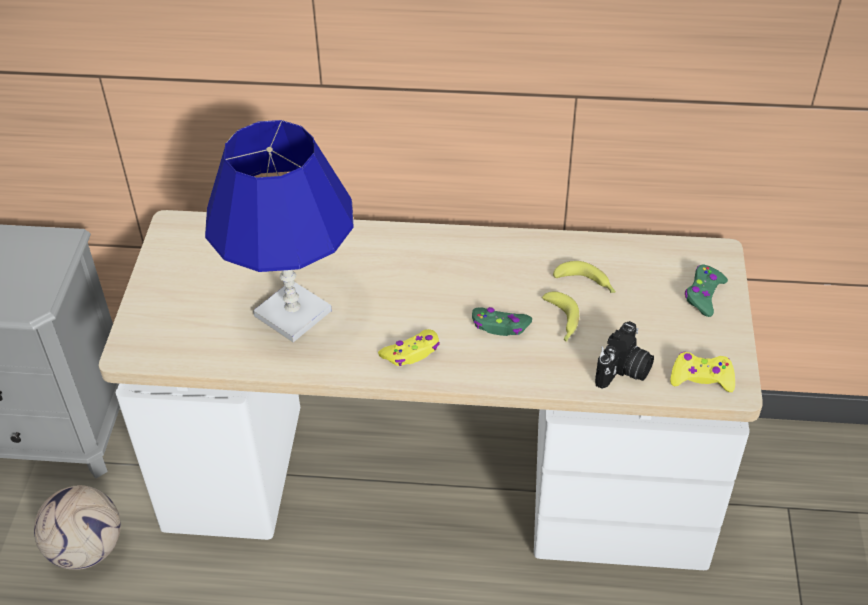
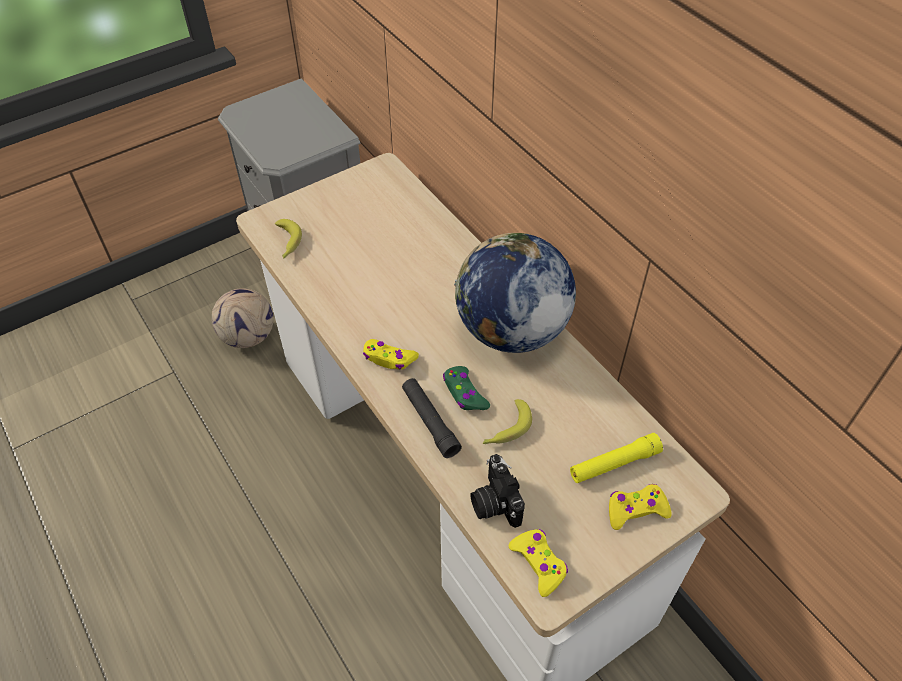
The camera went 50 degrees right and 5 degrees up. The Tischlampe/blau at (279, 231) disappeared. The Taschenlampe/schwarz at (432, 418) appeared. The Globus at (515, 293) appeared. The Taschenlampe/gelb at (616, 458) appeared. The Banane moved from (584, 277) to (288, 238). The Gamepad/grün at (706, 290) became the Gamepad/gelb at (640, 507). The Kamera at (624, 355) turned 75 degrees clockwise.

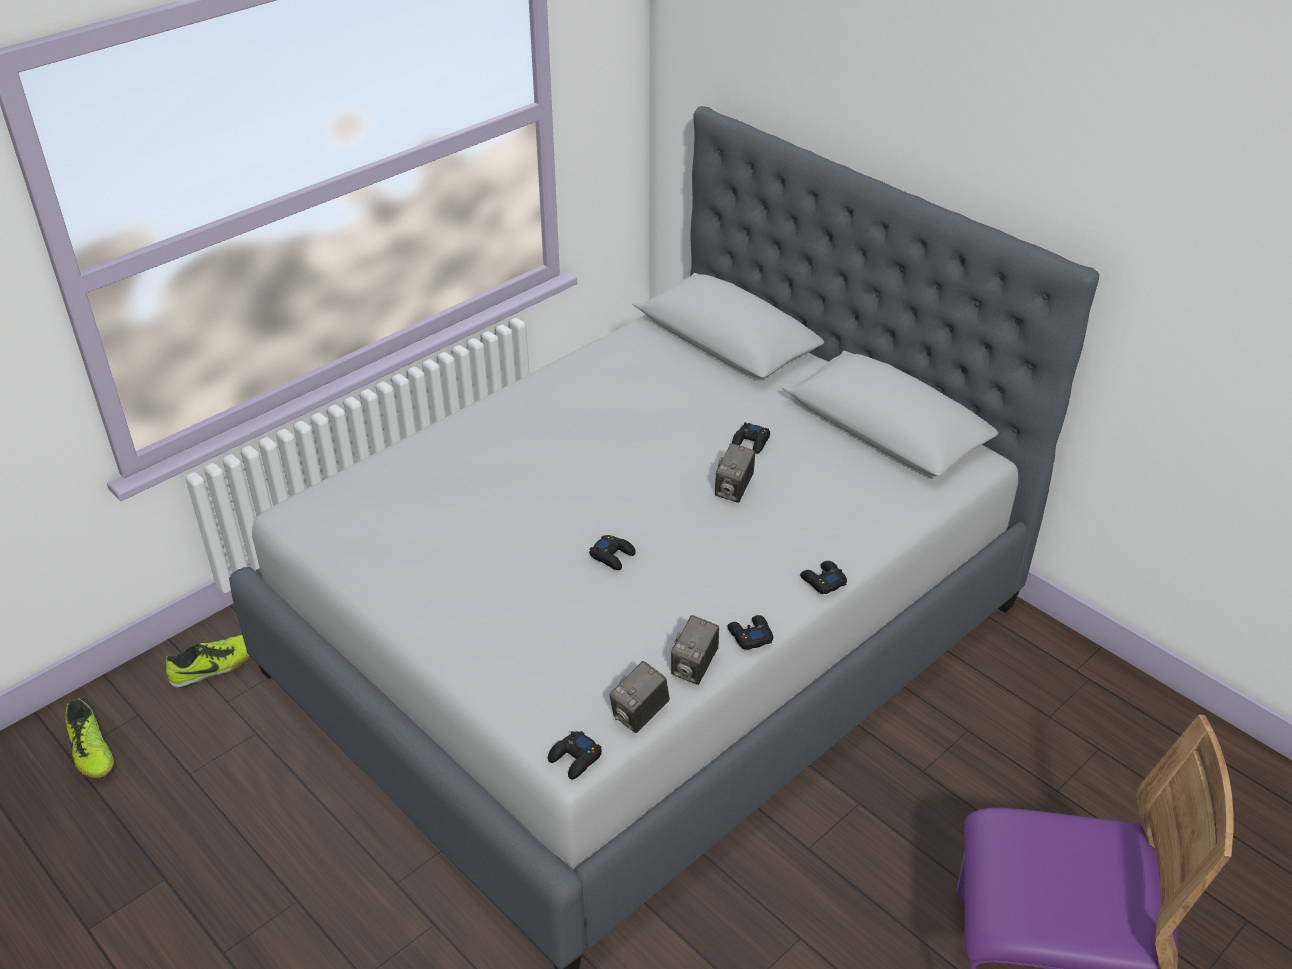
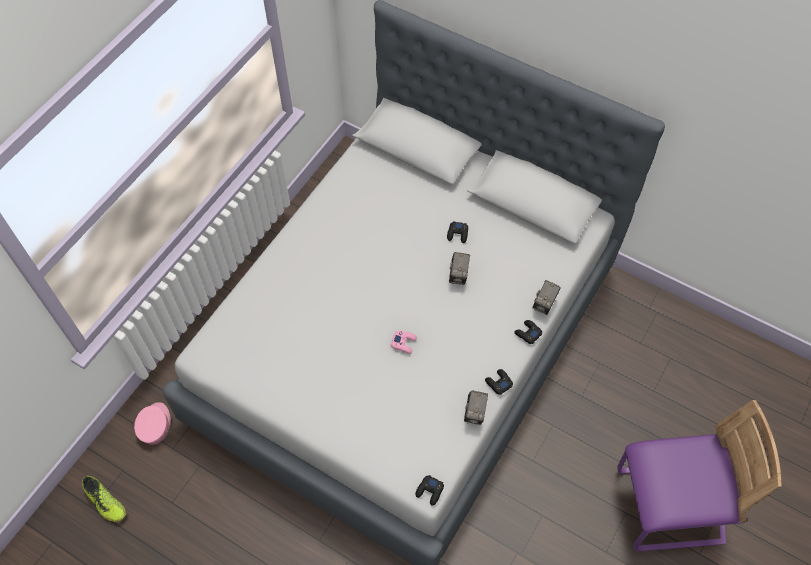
The camera went 15 degrees left and 20 degrees up. The Kamera moved from (640, 697) to (546, 297). The Schuh at (208, 661) was replaced by the Kappe/rosa at (152, 423). The Gamepad/schwarz at (612, 552) became the Gamepad/rosa at (404, 342).

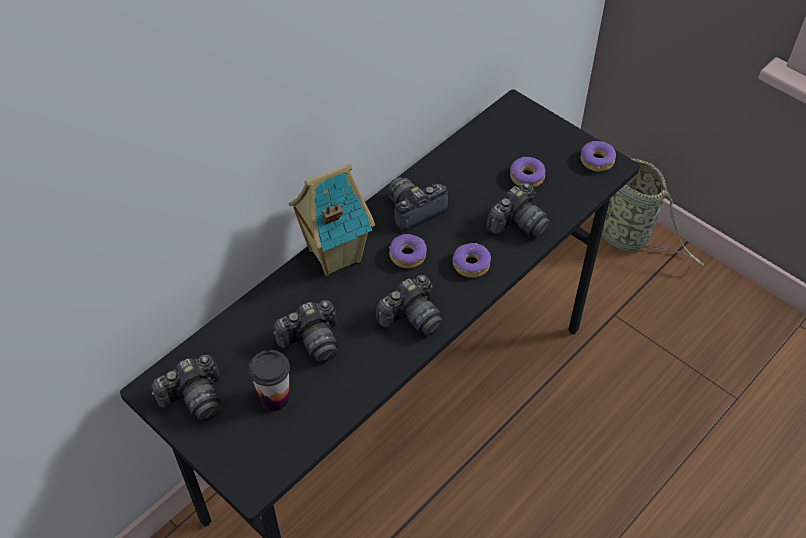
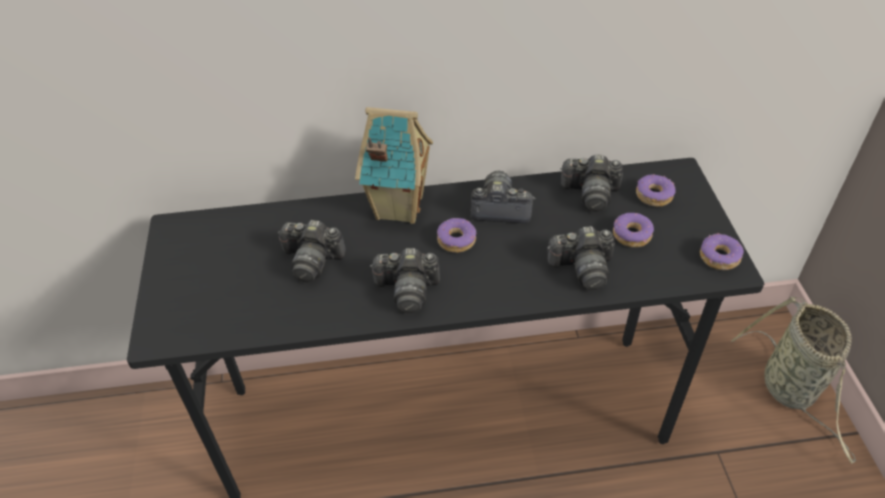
The camera went 40 degrees right and 5 degrees down. The Tasse at (269, 380) disappeared. The Kamera moved from (186, 388) to (591, 183). The Donut moved from (471, 260) to (656, 190).

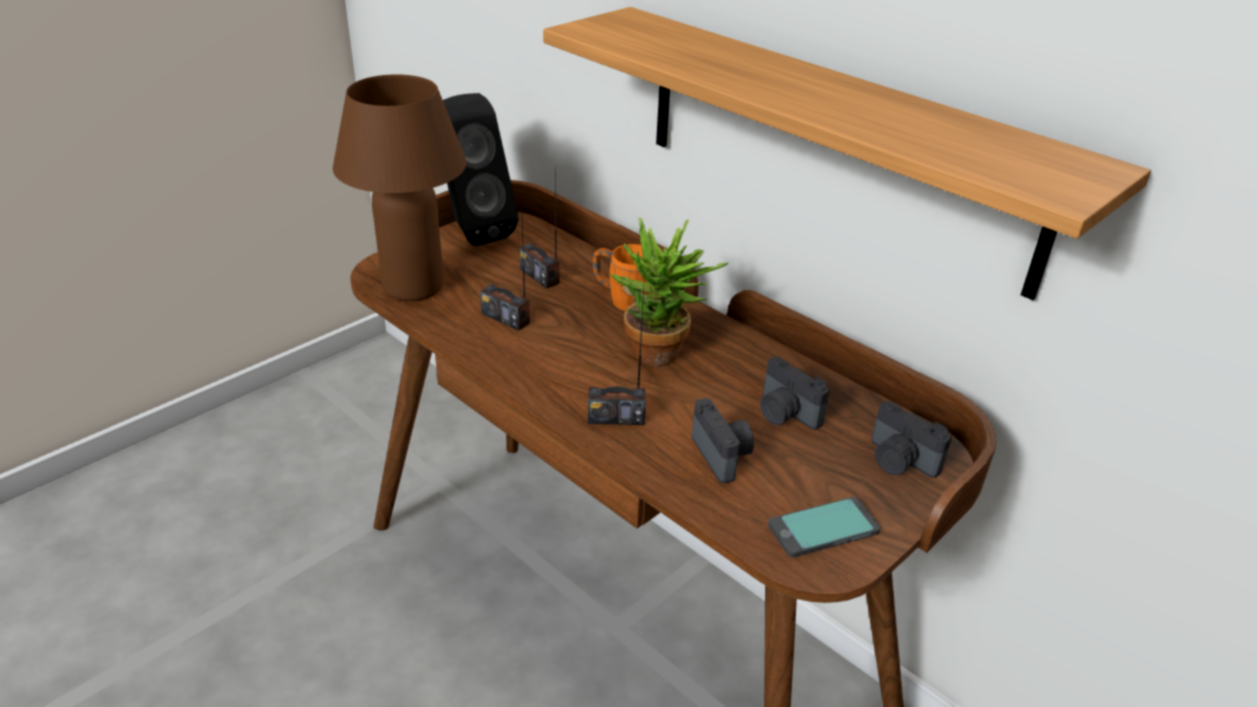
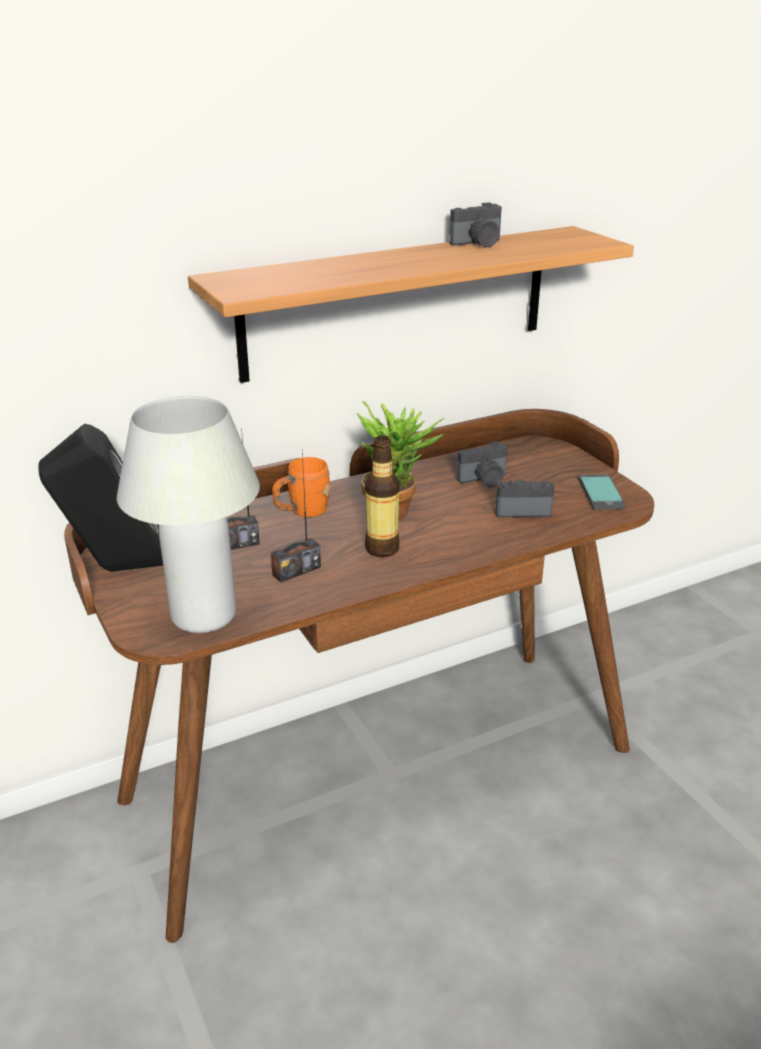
The camera went 70 degrees left and 5 degrees down. The Radio at (617, 355) disappeared. The Flasche at (382, 496) appeared. The Kamera moved from (911, 439) to (475, 224). The Tischlampe/braun at (400, 187) became the Tischlampe/weiß at (188, 514).

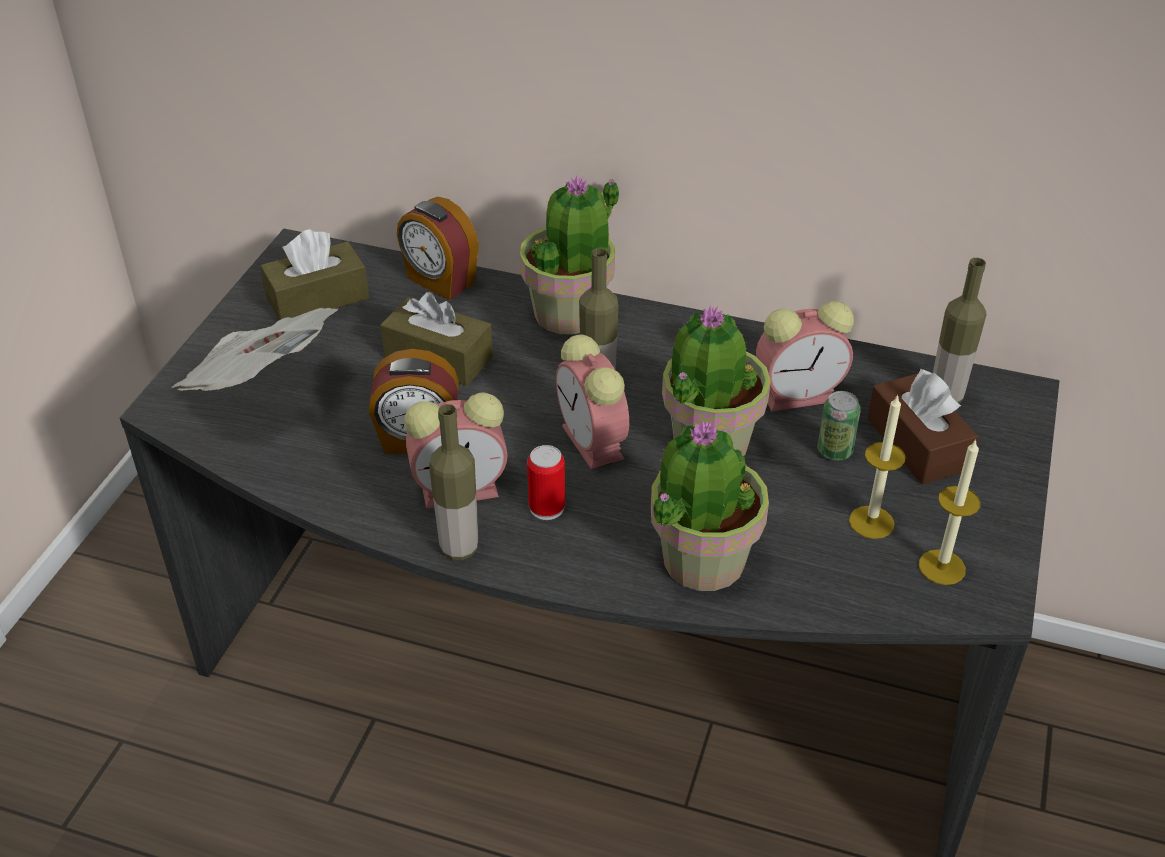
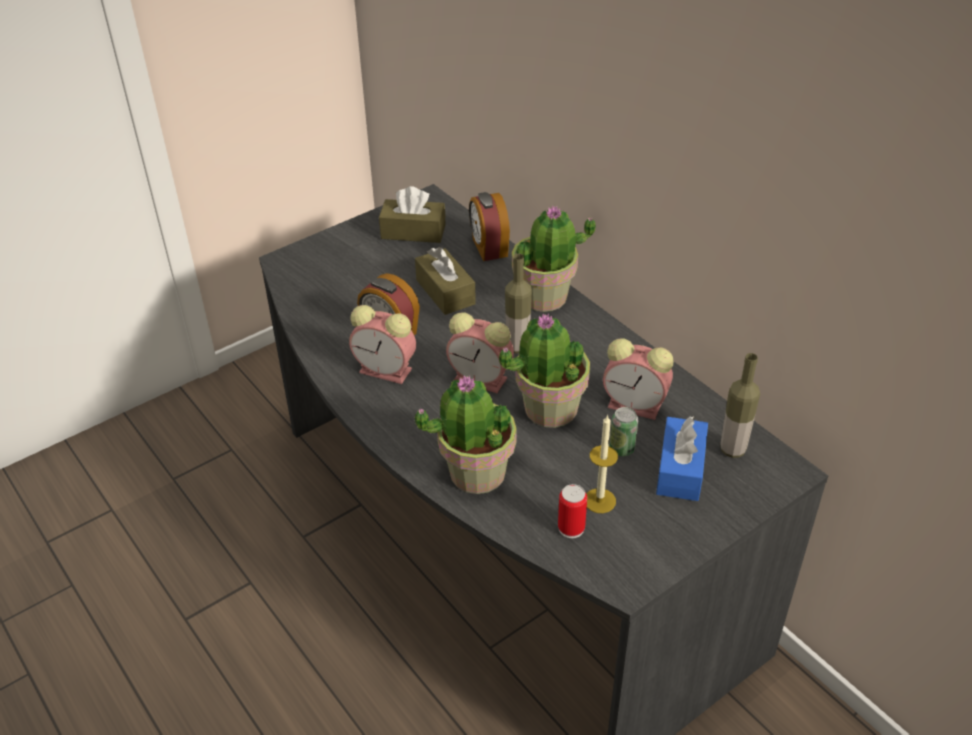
The camera went 35 degrees right and 0 degrees up. The Zeitung at (254, 349) disappeared. The Flasche at (453, 482) disappeared. The Kerze at (950, 512) disappeared. The Dose moved from (546, 482) to (572, 511). The Taschentuchbox/braun at (923, 426) became the Taschentuchbox/blau at (682, 458). The Wecker at (592, 402) turned 75 degrees counterclockwise.

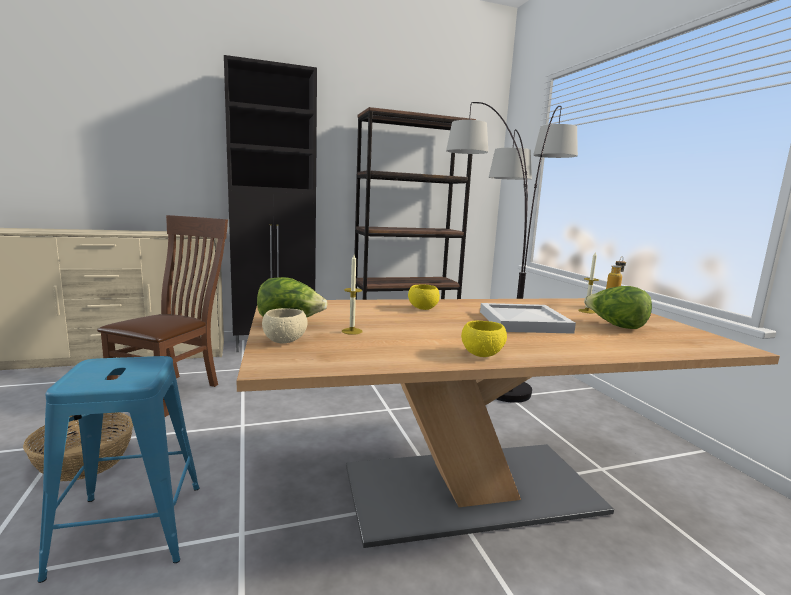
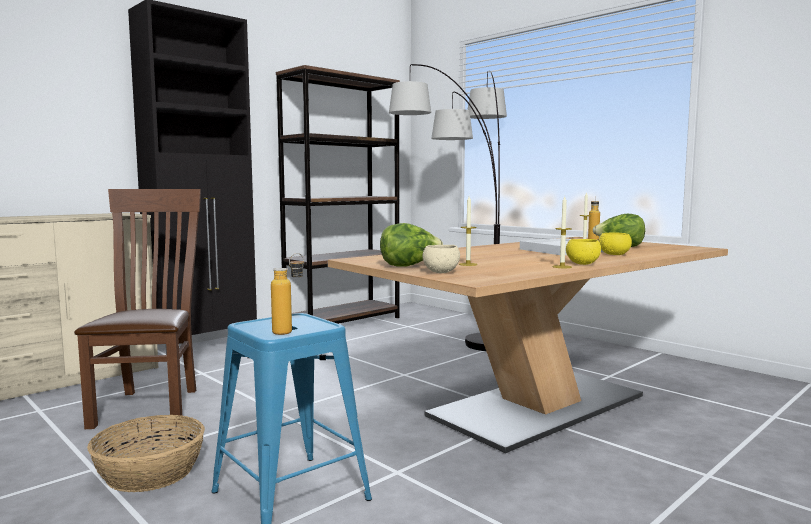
The camera went 25 degrees left and 5 degrees down. The Flasche at (287, 294) appeared. The Kerze at (562, 232) appeared. The Schüssel/gelb moved from (424, 297) to (615, 244).

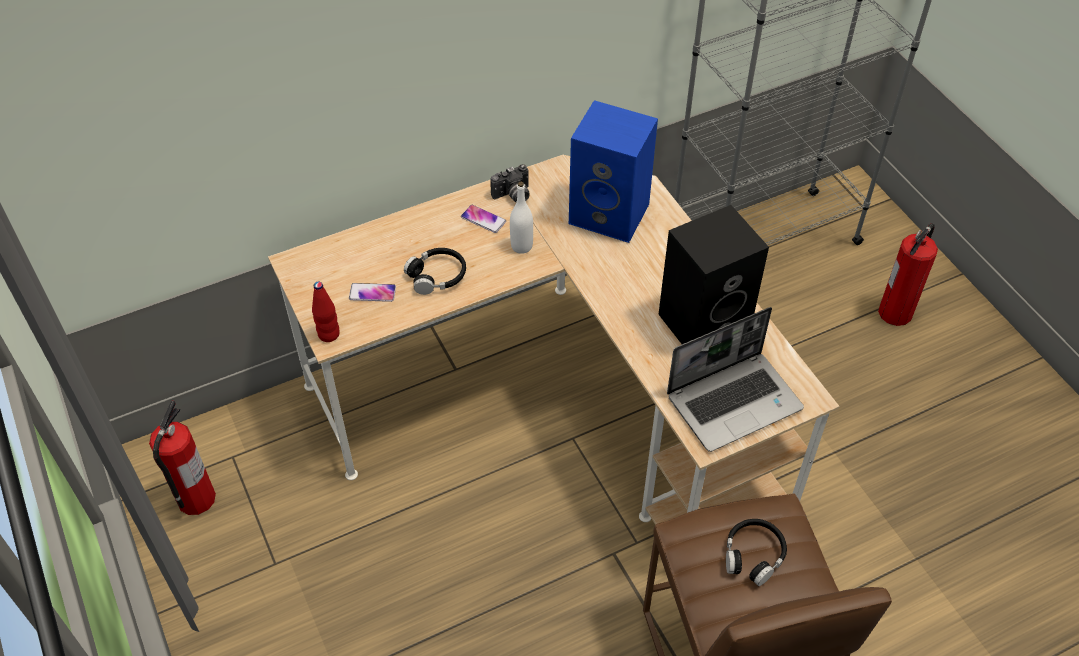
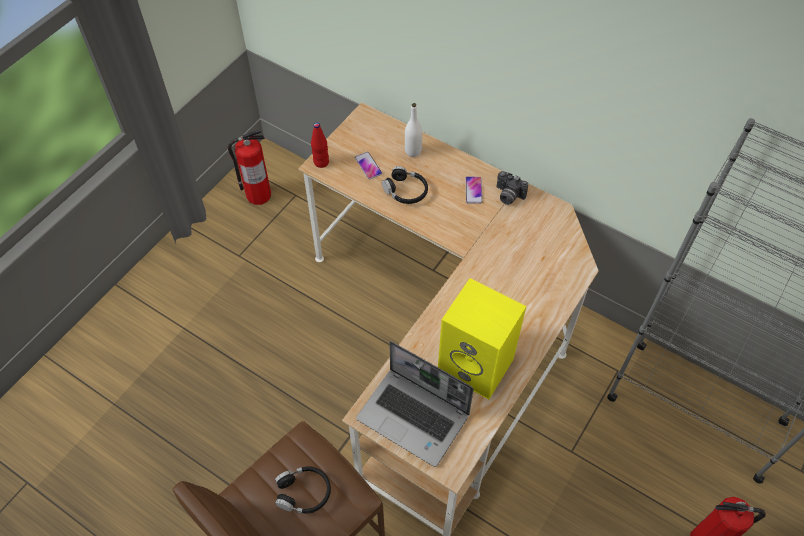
The camera went 60 degrees right and 5 degrees up. The Lautsprecher/blau at (613, 171) disappeared. The Flasche/weiß moved from (521, 218) to (413, 130). The Lautsprecher/schwarz at (713, 274) became the Lautsprecher/gelb at (482, 338).

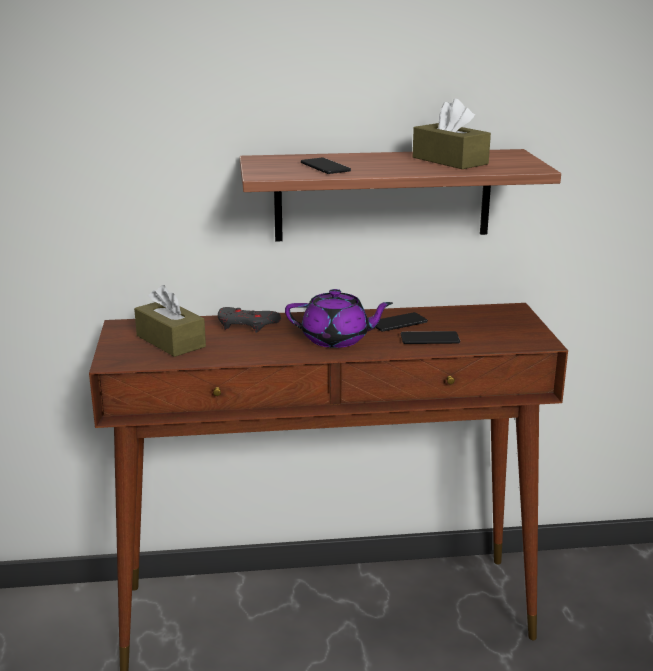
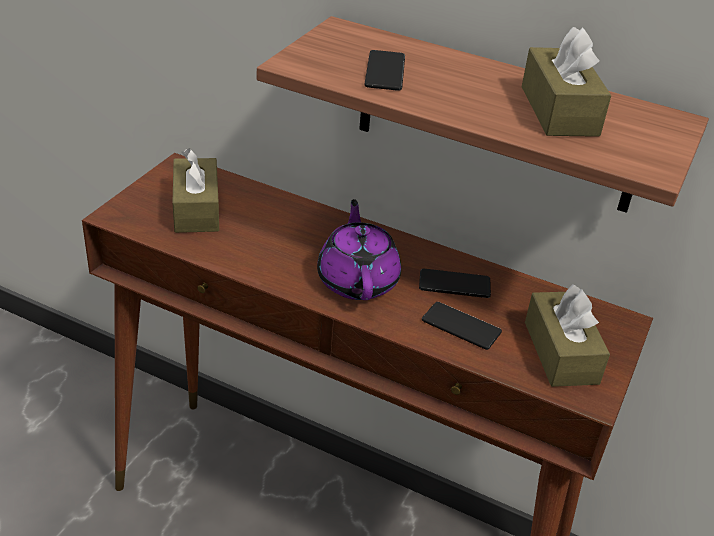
The camera went 30 degrees right and 15 degrees up. The Gamepad/grau at (249, 320) disappeared. The Taschentuchbox/braun at (567, 335) appeared. The Teekanne/lila at (339, 318) turned 135 degrees counterclockwise.

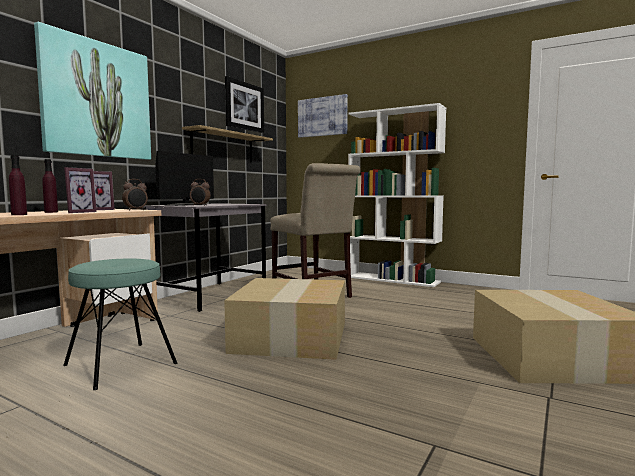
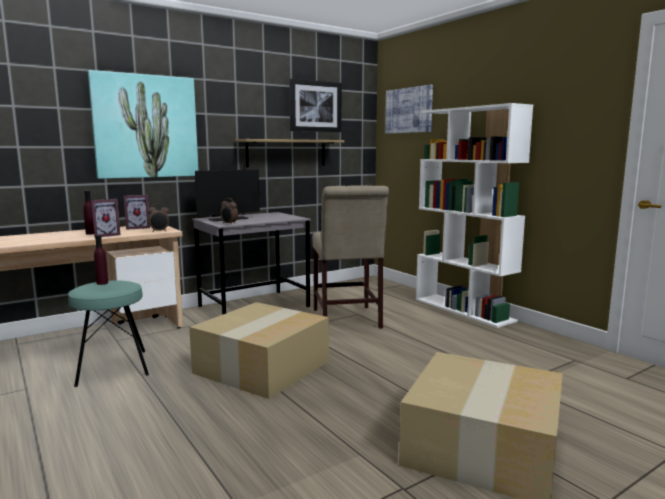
The camera went 25 degrees right and 5 degrees up. The Flasche/lila moved from (18, 185) to (101, 260).

